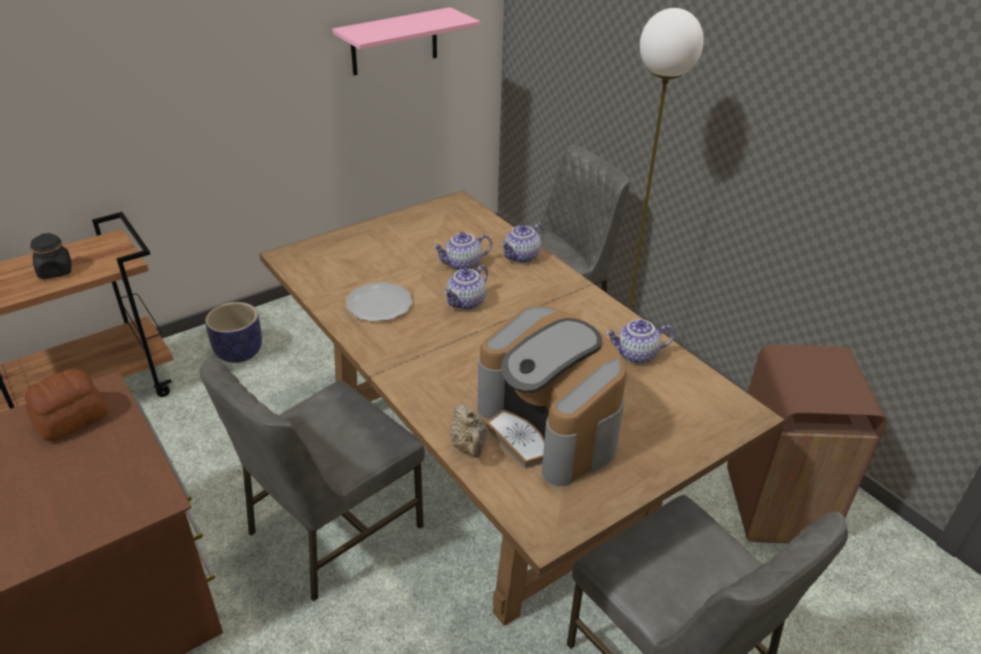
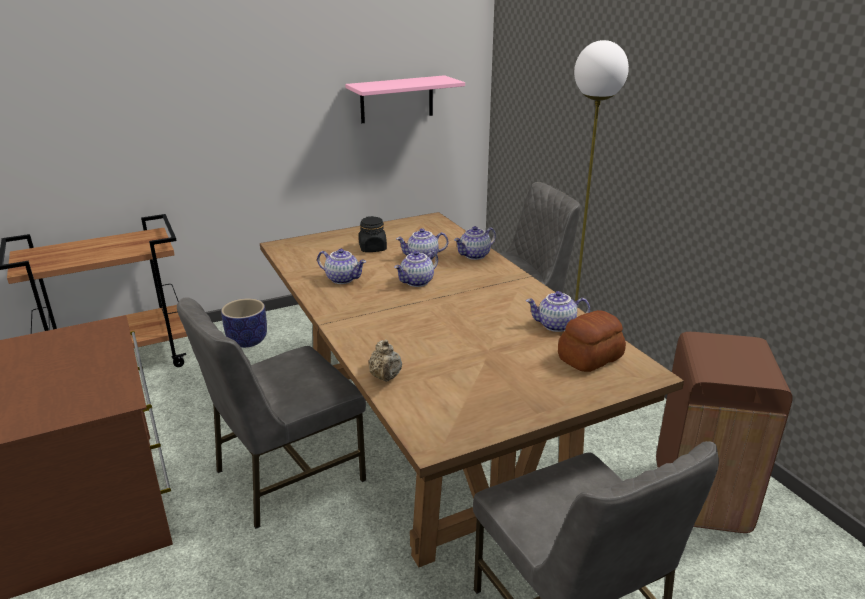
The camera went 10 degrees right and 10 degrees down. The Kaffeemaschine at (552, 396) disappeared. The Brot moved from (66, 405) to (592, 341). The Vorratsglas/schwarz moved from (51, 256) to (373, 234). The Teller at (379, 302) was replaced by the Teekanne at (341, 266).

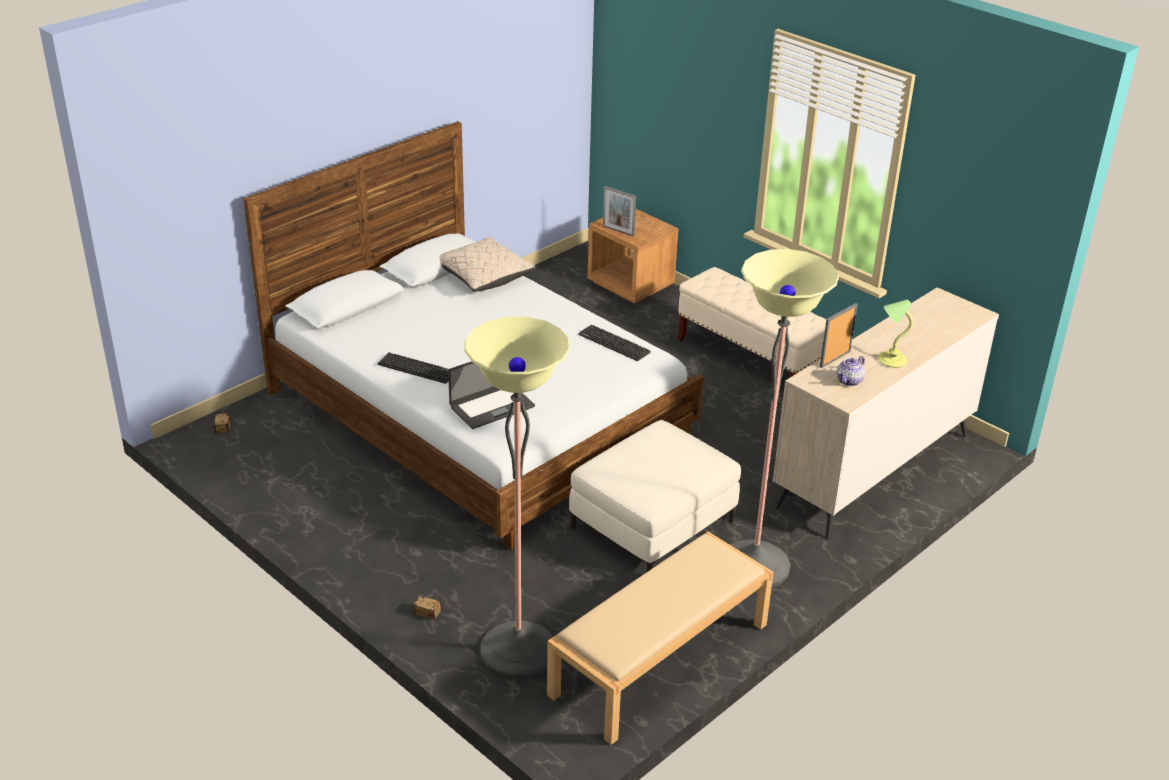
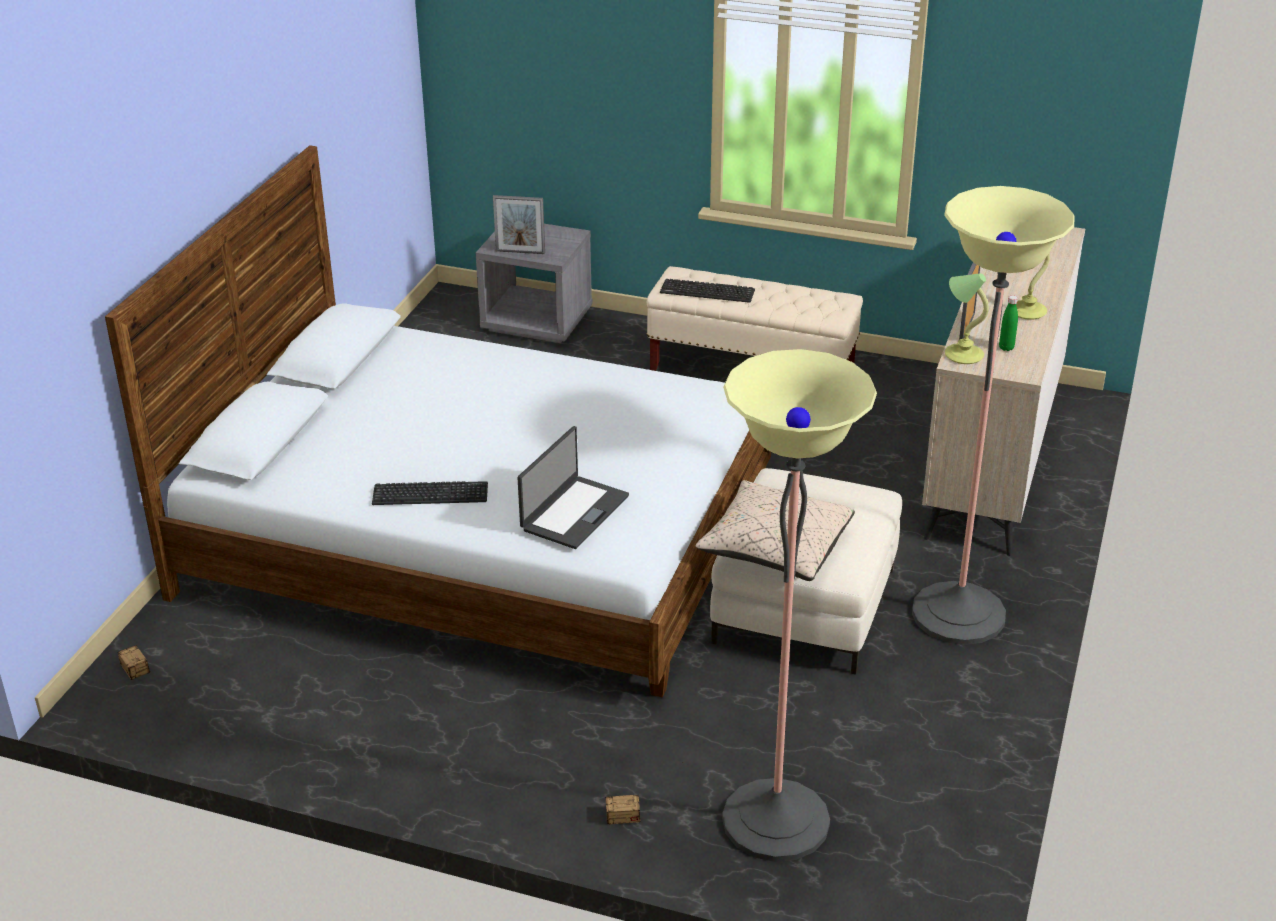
The camera went 25 degrees left and 0 degrees up. The Bank/beige at (660, 638) disappeared. The Tischlampe at (967, 318) appeared. The Kissen/beige moved from (487, 264) to (775, 530). The Tastatur moved from (614, 343) to (707, 291). The Teekanne at (851, 371) was replaced by the Flasche/grün at (1008, 323). The Nachttisch/braun at (633, 256) became the Nachttisch/grau at (534, 283).

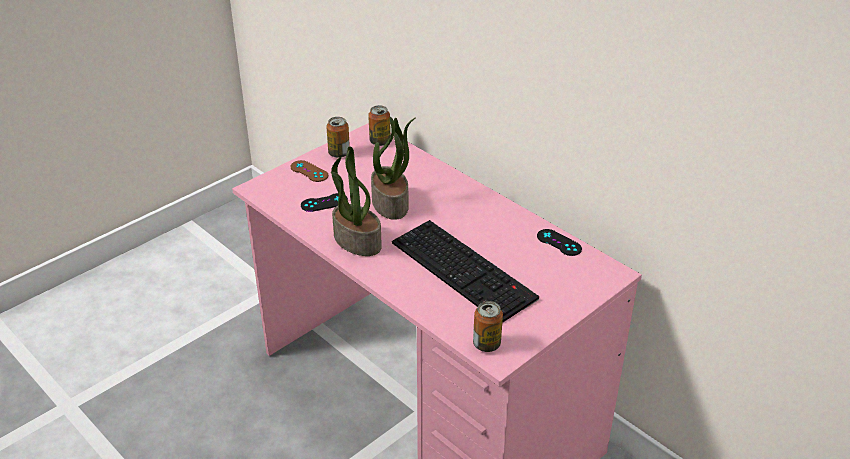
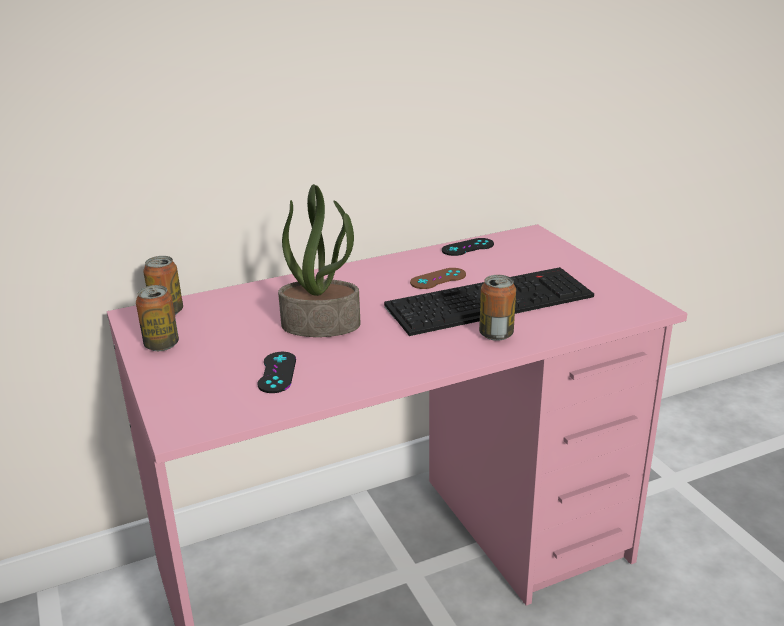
The camera went 70 degrees left and 10 degrees down. The Topfpflanze at (356, 201) disappeared. The Gamepad/braun moved from (309, 171) to (438, 278). The Dose moved from (488, 326) to (497, 308).

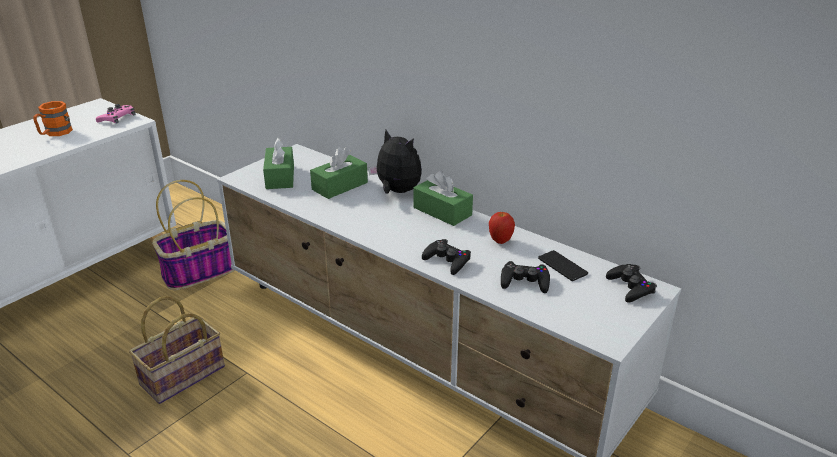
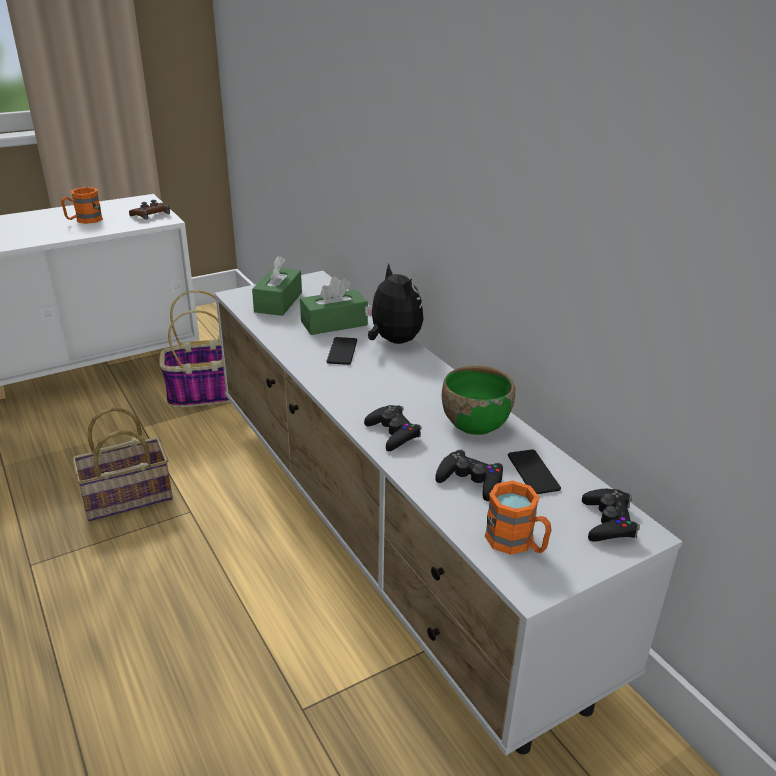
The camera went 20 degrees right and 0 degrees up. The Taschentuchbox/grün at (443, 198) disappeared. The Handy at (341, 351) appeared. The Henkelbecher/orange at (518, 517) appeared. The Apfel at (502, 228) was replaced by the Schüssel/grün at (478, 400). The Gamepad/rosa at (115, 113) became the Gamepad/braun at (149, 210).

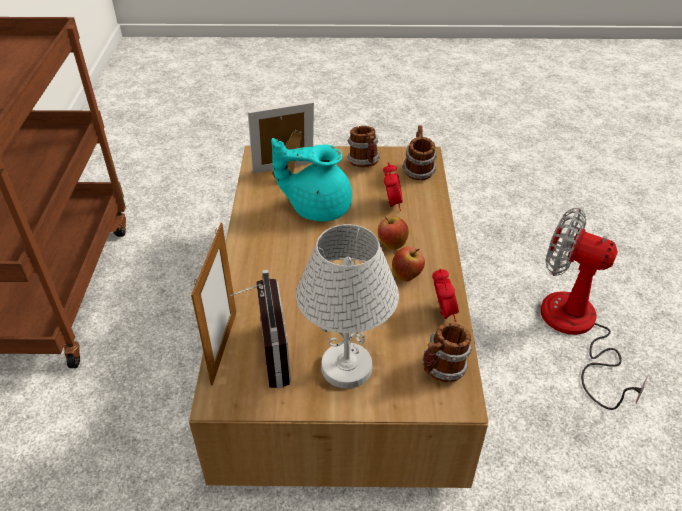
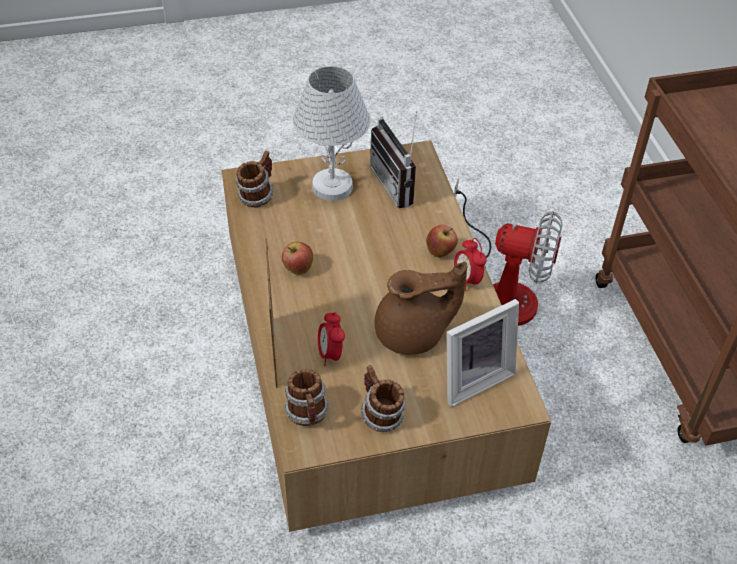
The camera went 165 degrees right and 5 degrees up. The Bilderrahmen moved from (213, 304) to (271, 313). The Apfel moved from (393, 233) to (442, 241). The Wecker moved from (445, 295) to (470, 264). The Ventilator moved from (594, 309) to (508, 252). The Teekanne/türkis at (311, 180) became the Teekanne/braun at (420, 308).

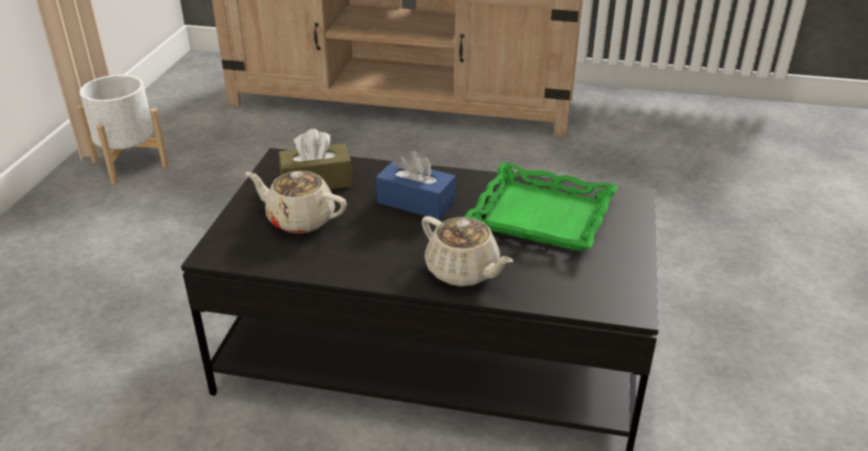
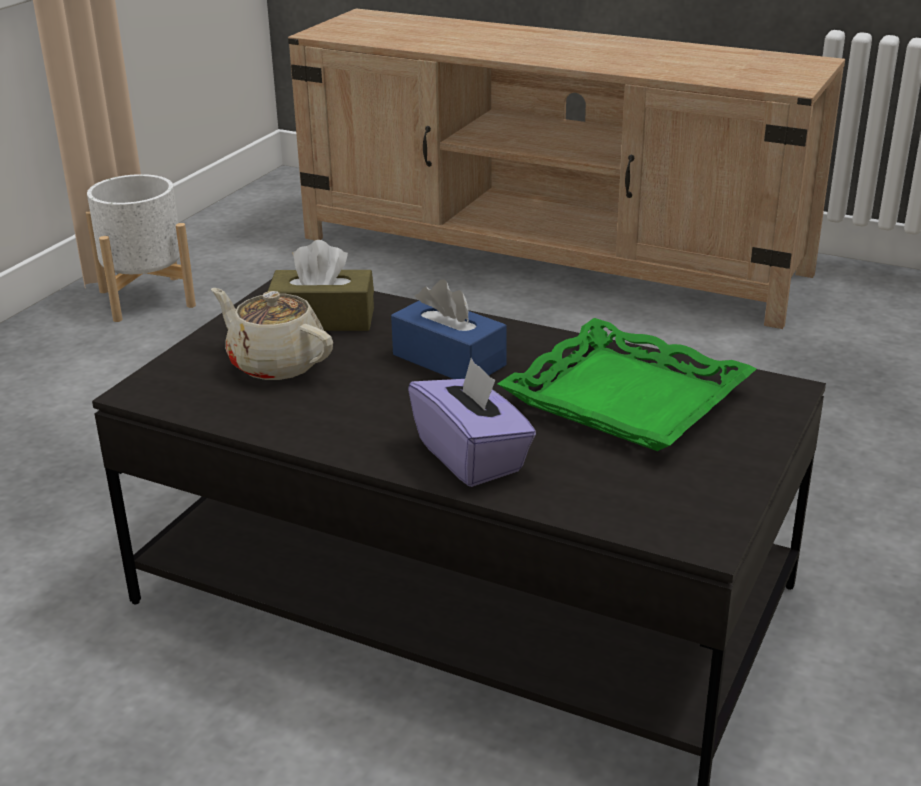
The camera went 15 degrees right and 5 degrees down. The Teekanne/beige at (467, 251) was replaced by the Taschentuchbox/lila at (472, 422).

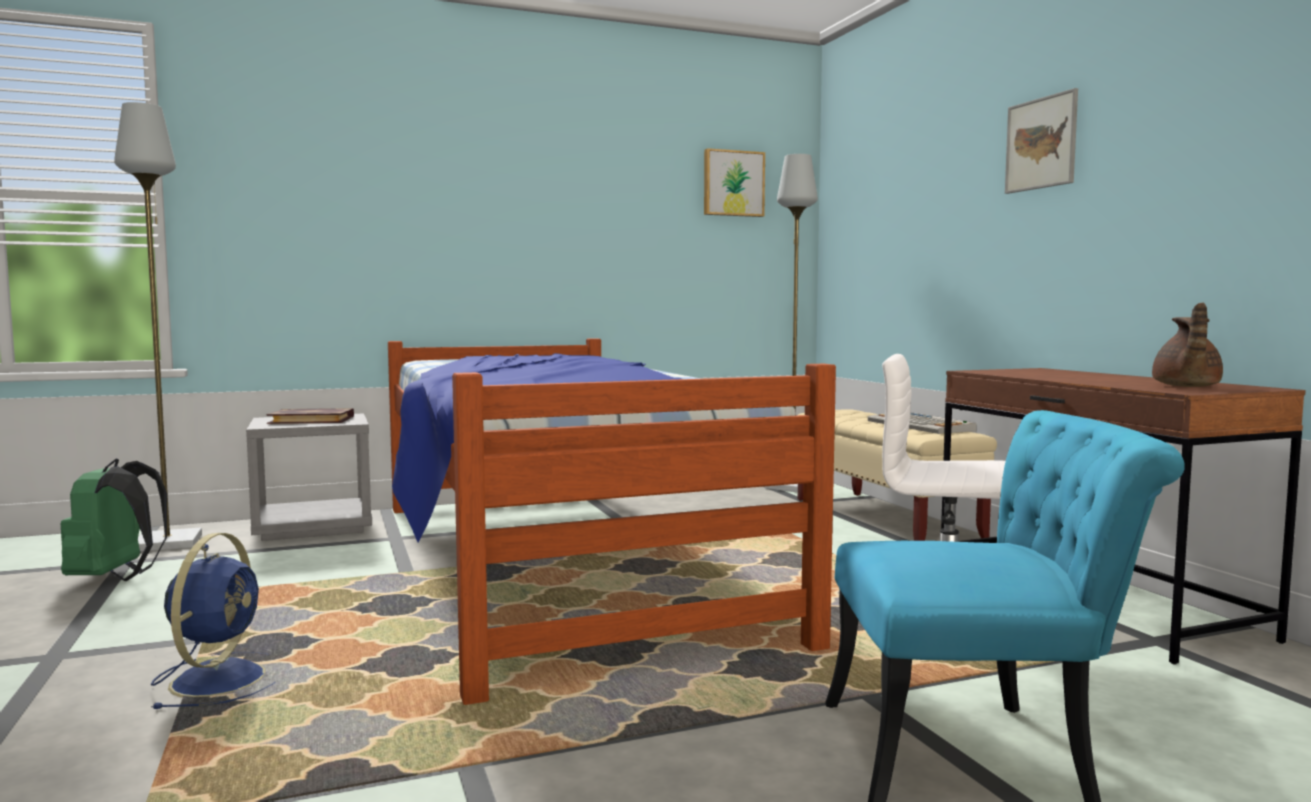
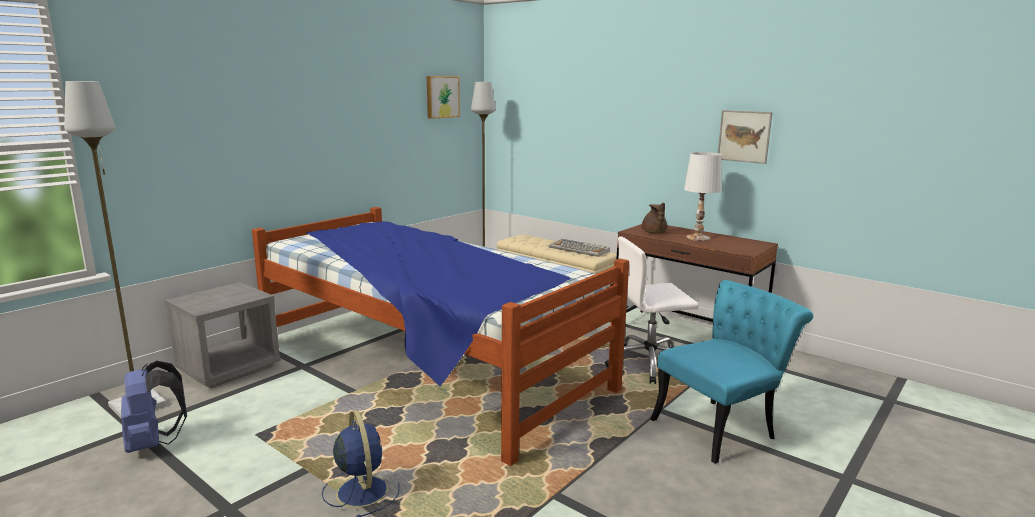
The camera went 30 degrees left and 10 degrees up. The Buch at (310, 416) disappeared. The Tischlampe/weiß at (702, 196) appeared. The Bild moved from (1041, 141) to (745, 137). The Teekanne/braun moved from (1187, 345) to (654, 218). The Rucksack/grün at (114, 519) became the Rucksack/blau at (154, 407).

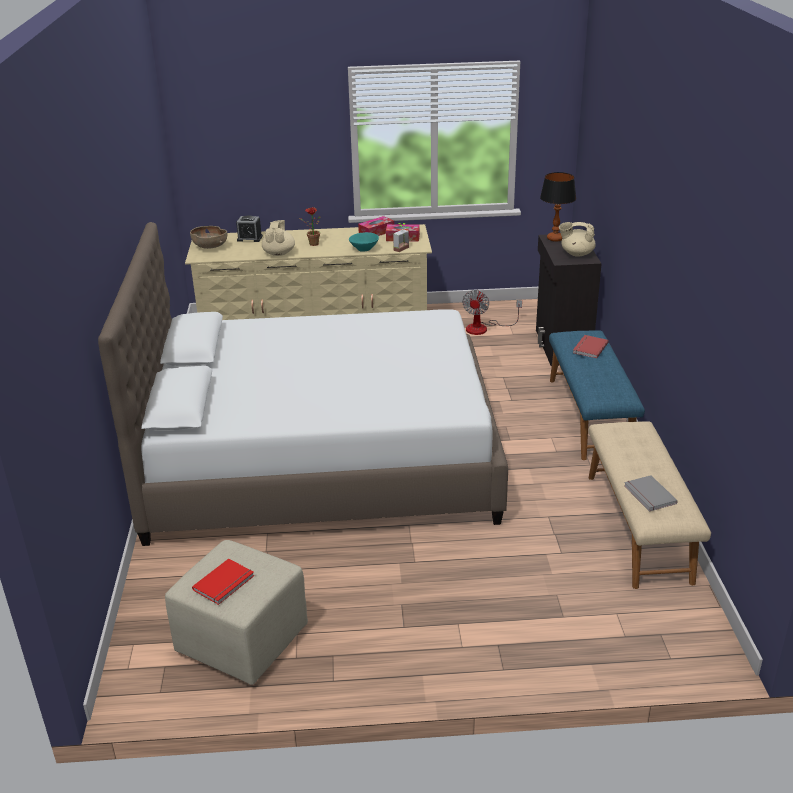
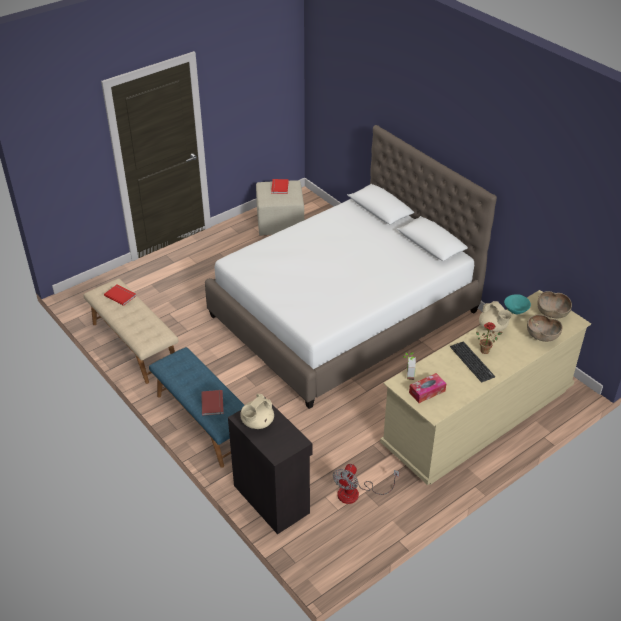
The camera went 145 degrees right and 10 degrees up. The Taschentuchbox at (376, 226) disappeared. The Tischlampe at (558, 207) disappeared. The Tastatur at (472, 361) appeared. The Schüssel/türkis moved from (364, 242) to (517, 304). The Wecker at (249, 228) was replaced by the Schüssel/braun at (544, 328). The Buch/grau at (651, 493) became the Buch/rot at (120, 295). The Ventilator at (492, 312) turned 135 degrees counterclockwise. The Teekanne/beige at (577, 239) turned 150 degrees clockwise.

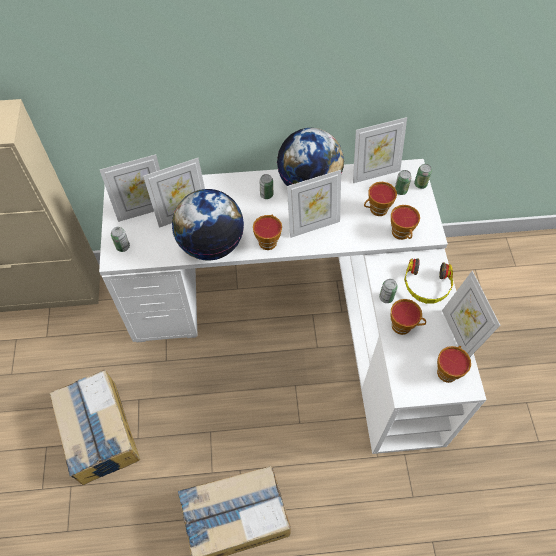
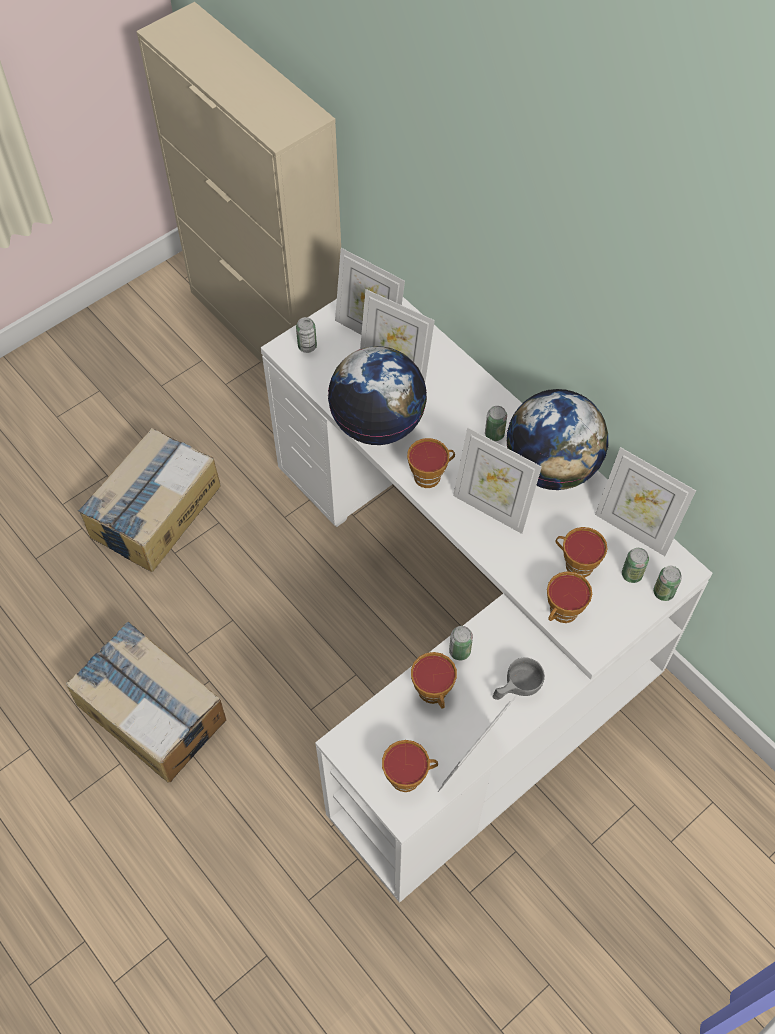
The camera went 55 degrees right and 0 degrees up. The Kopfhörer at (428, 281) was replaced by the Tasse/grau at (518, 678).

